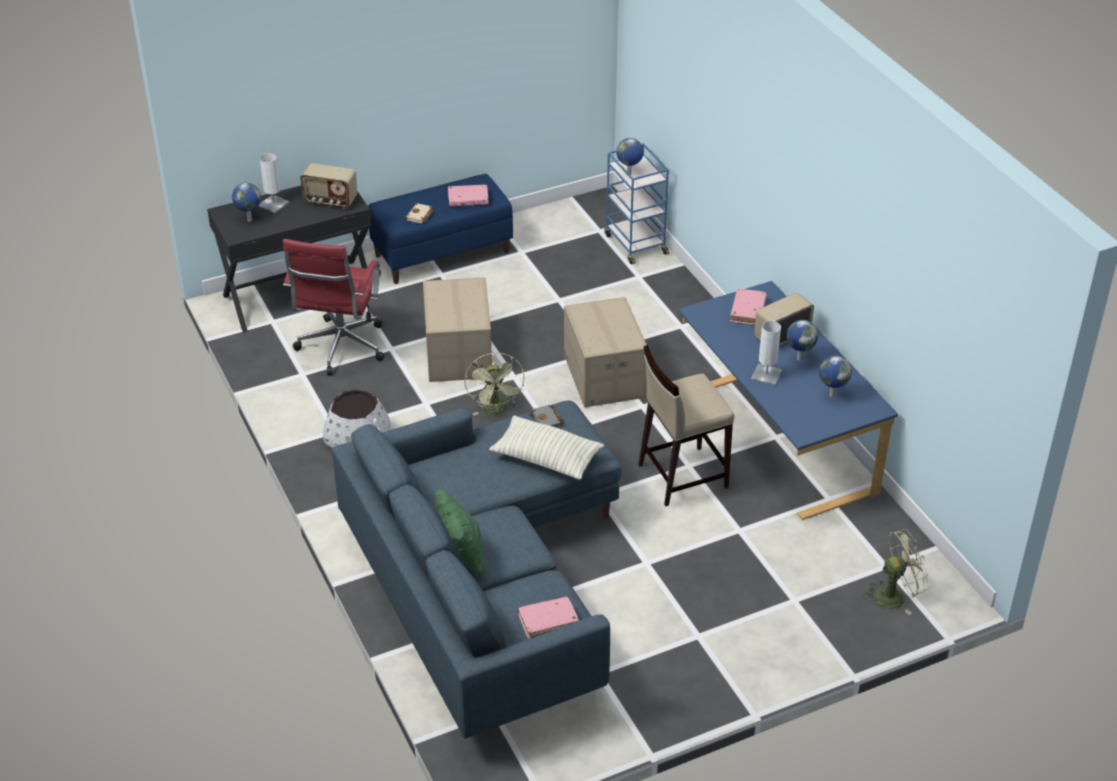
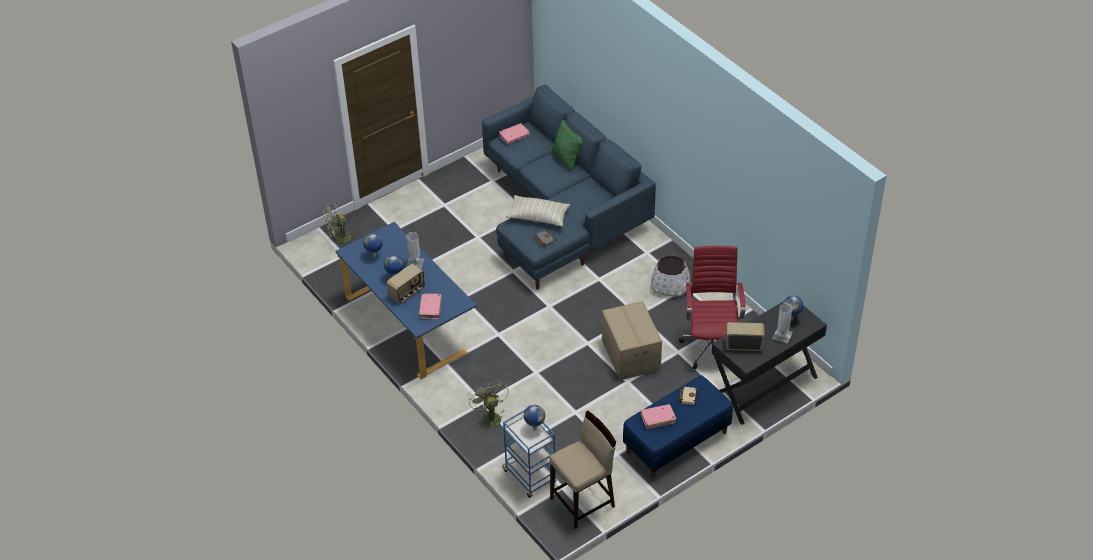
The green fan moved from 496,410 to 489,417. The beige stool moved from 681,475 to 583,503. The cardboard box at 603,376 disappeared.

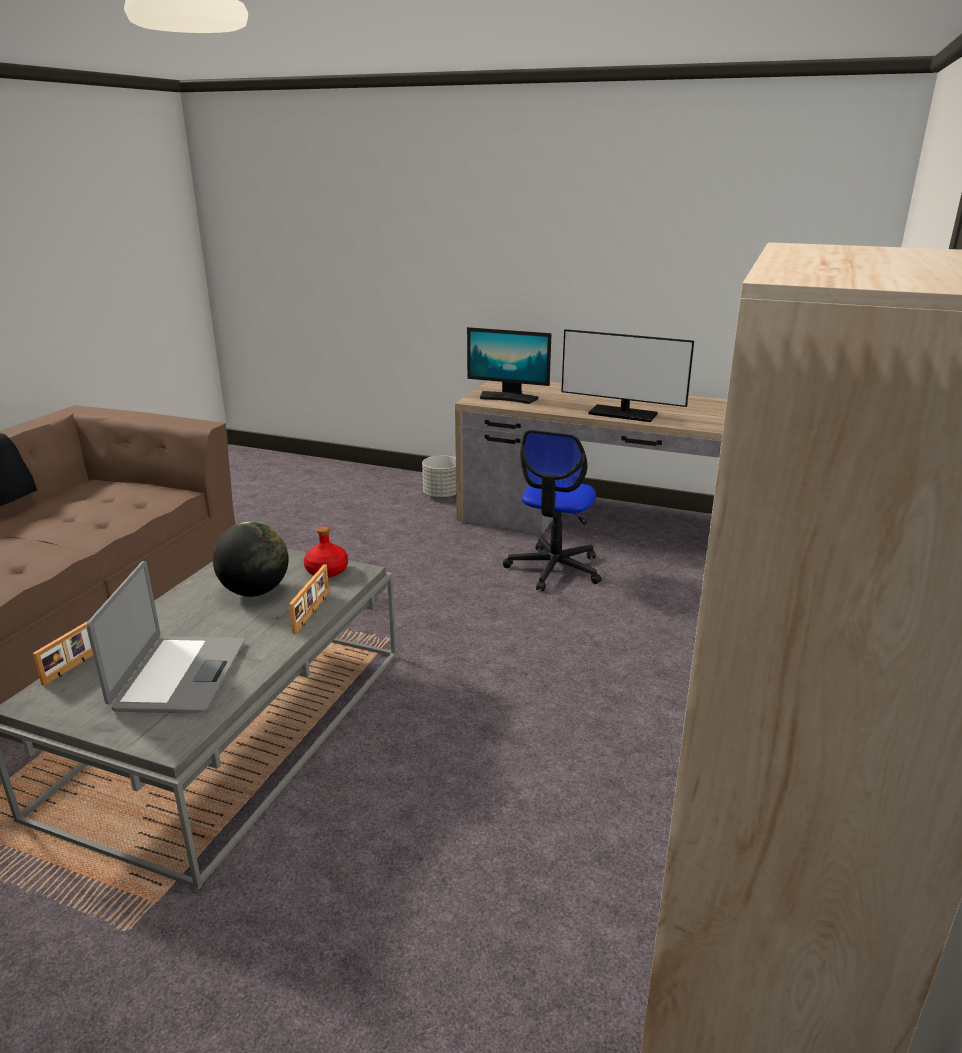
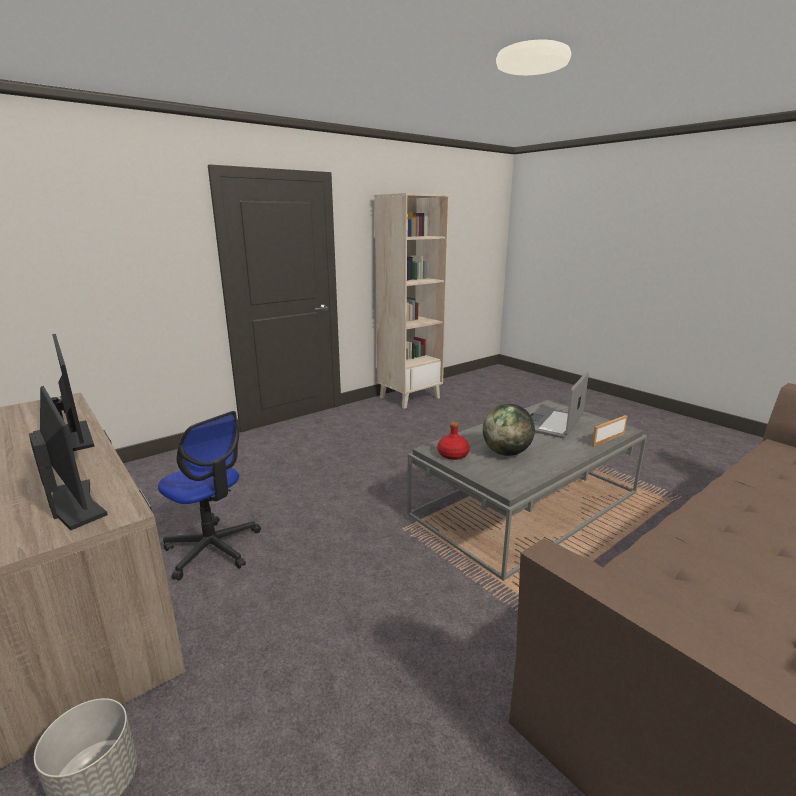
The office chair at 554,569 turned 75 degrees clockwise. The picture frame at 312,612 disappeared.

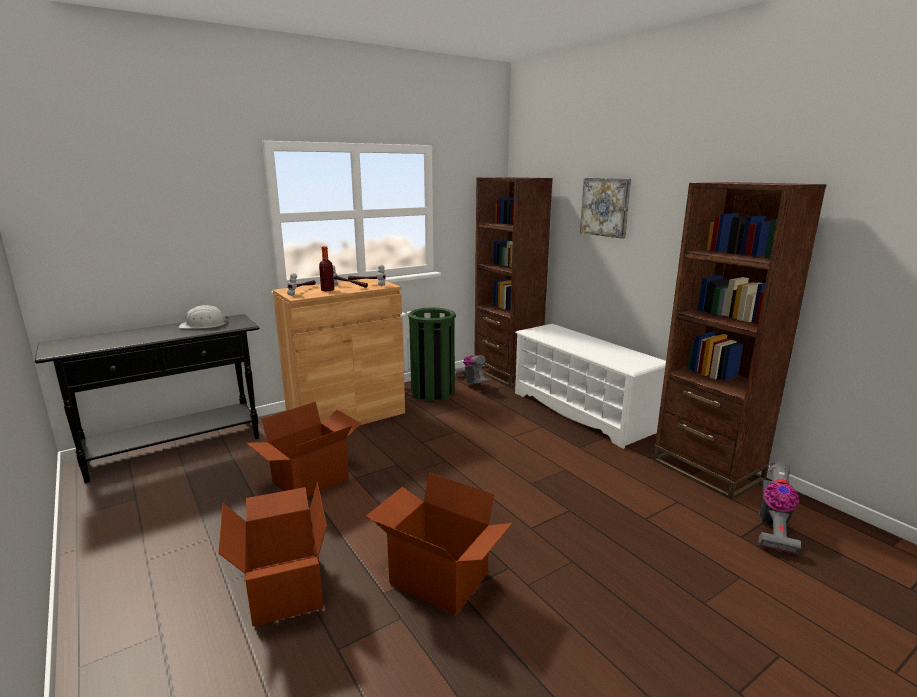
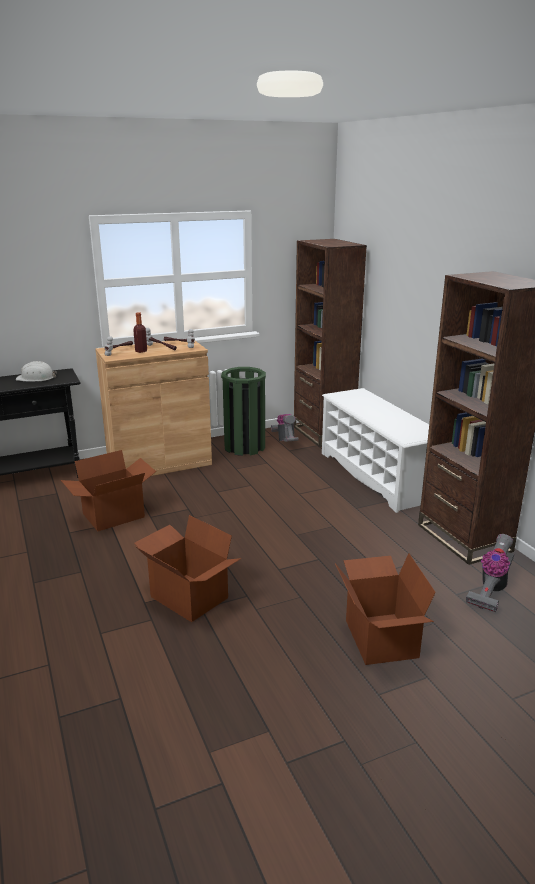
The cardboard box moved from 284,589 to 379,639. The picture at 605,207 disappeared.

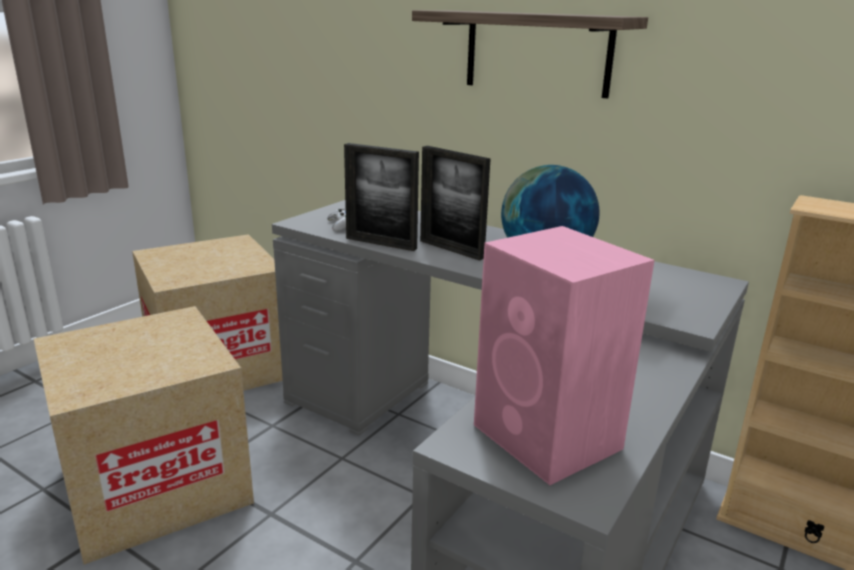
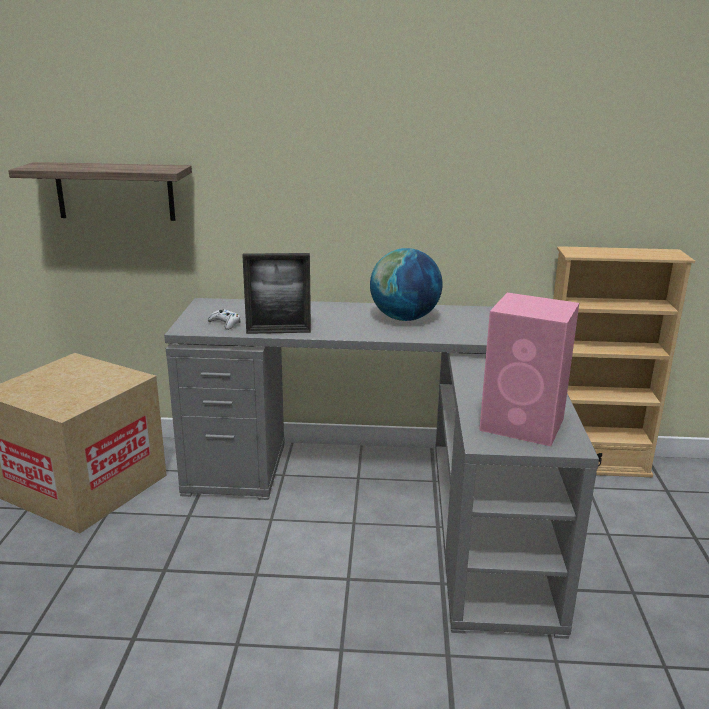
The shelf moved from 537,53 to 115,191. The cardboard box at 155,485 disappeared. The picture frame at 451,249 disappeared.

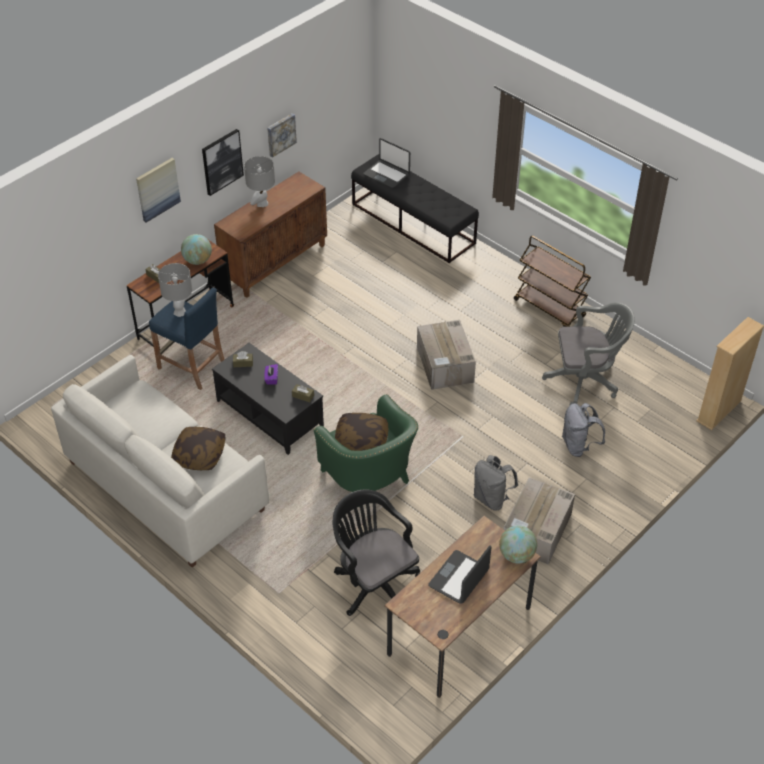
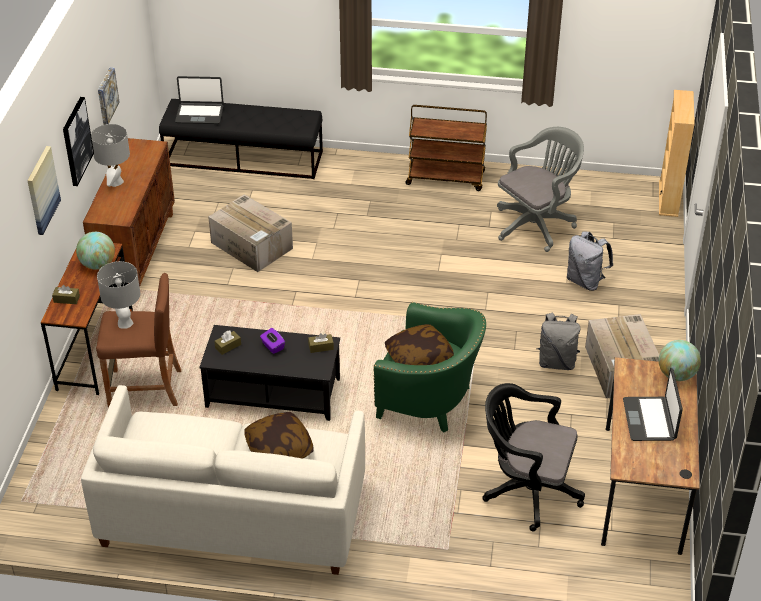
The blue stool at 192,367 became the brown stool at 145,388. The cardboard box moved from 445,365 to 252,246.

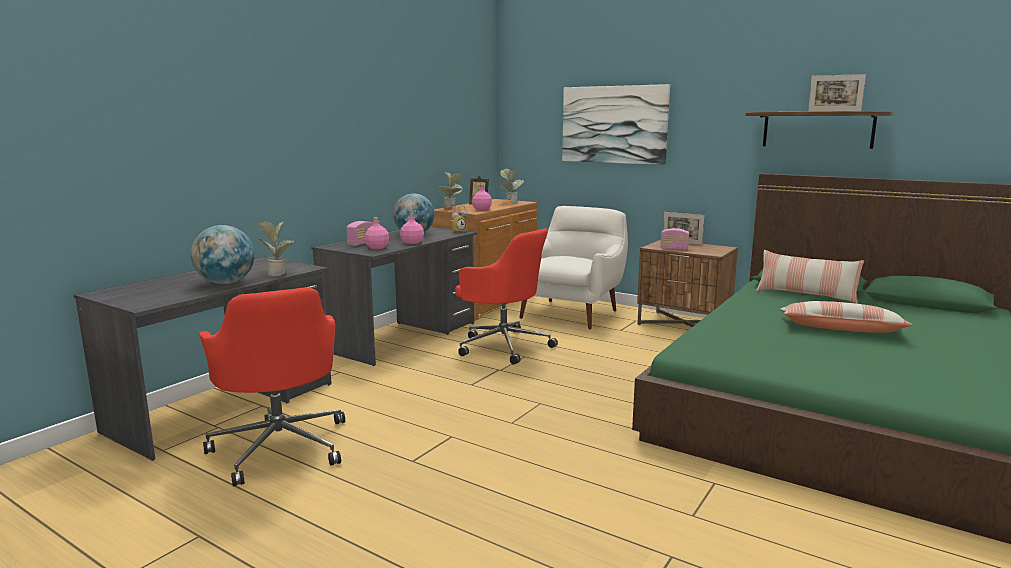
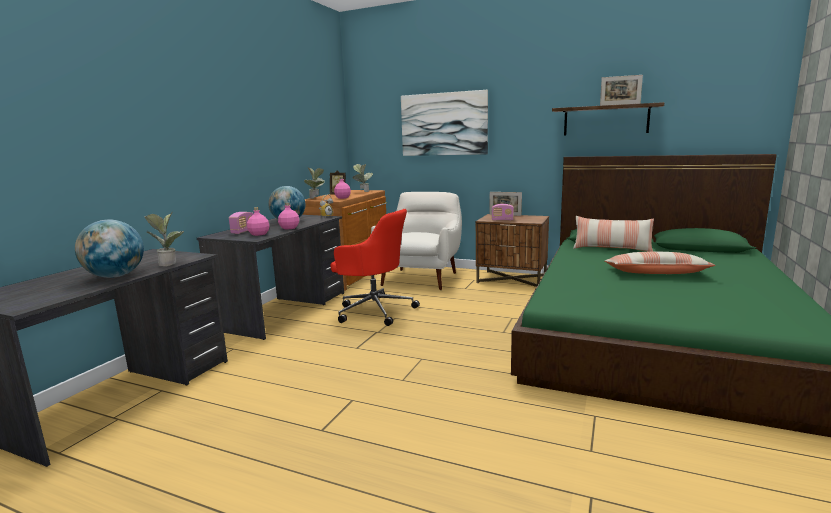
The red office chair at 281,446 disappeared.

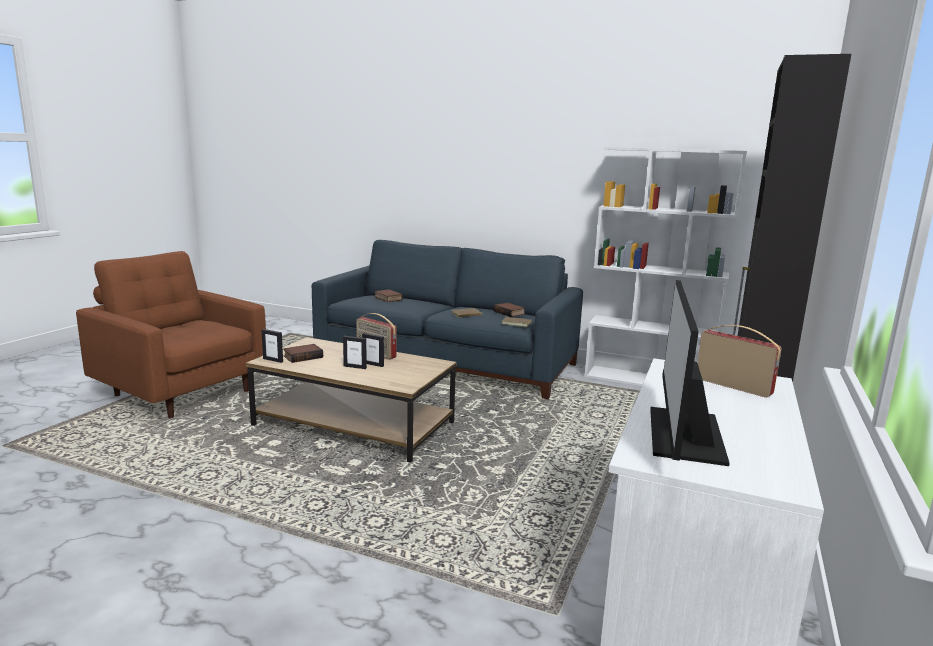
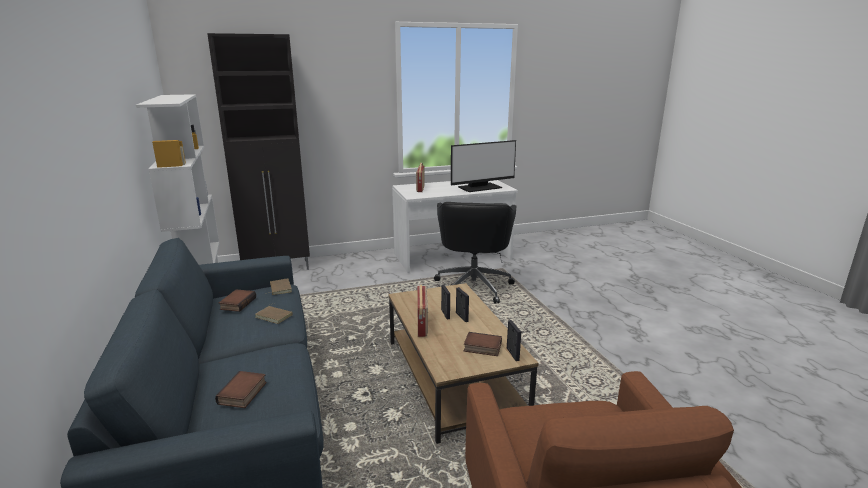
The black office chair at 473,285 appeared.

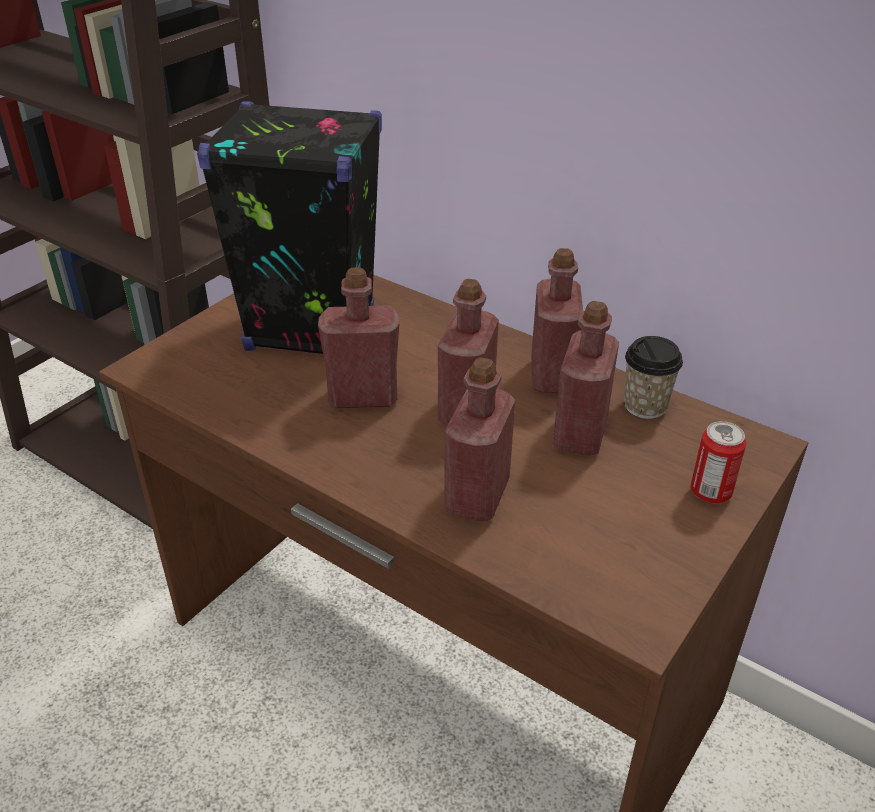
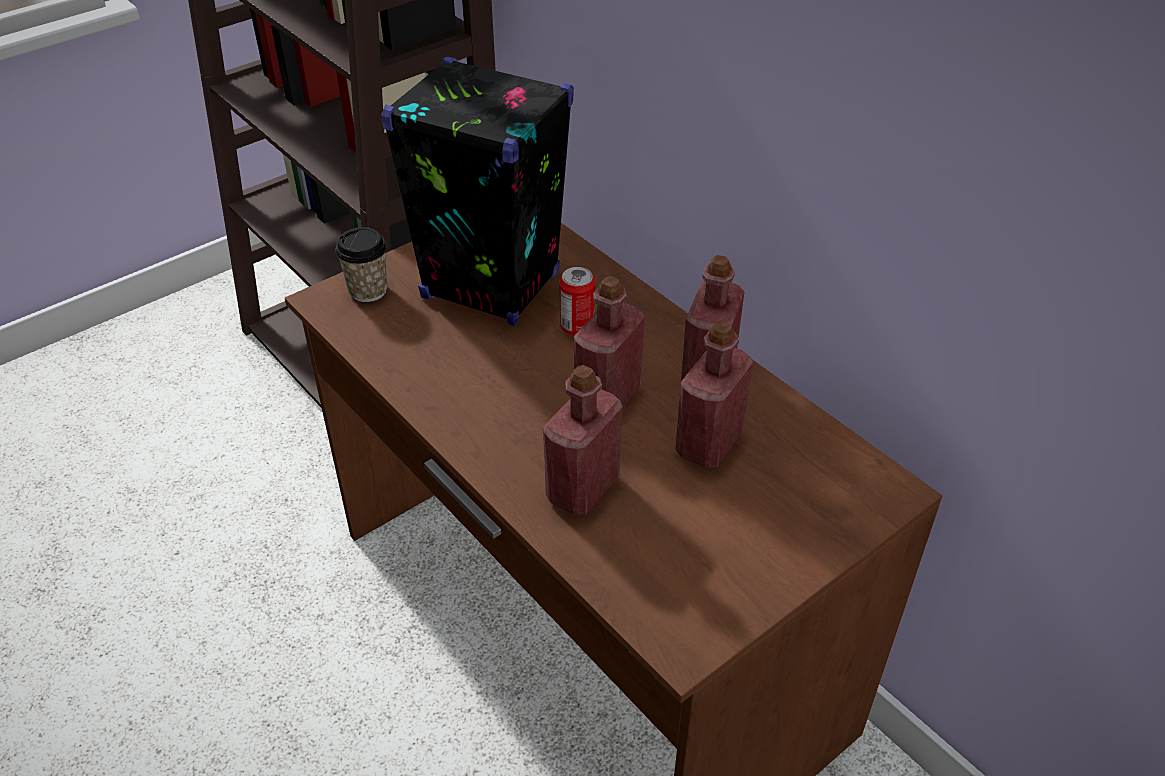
The cup moved from 645,406 to 368,290. The can moved from 710,492 to 577,328. The red bottle at 363,397 disappeared.

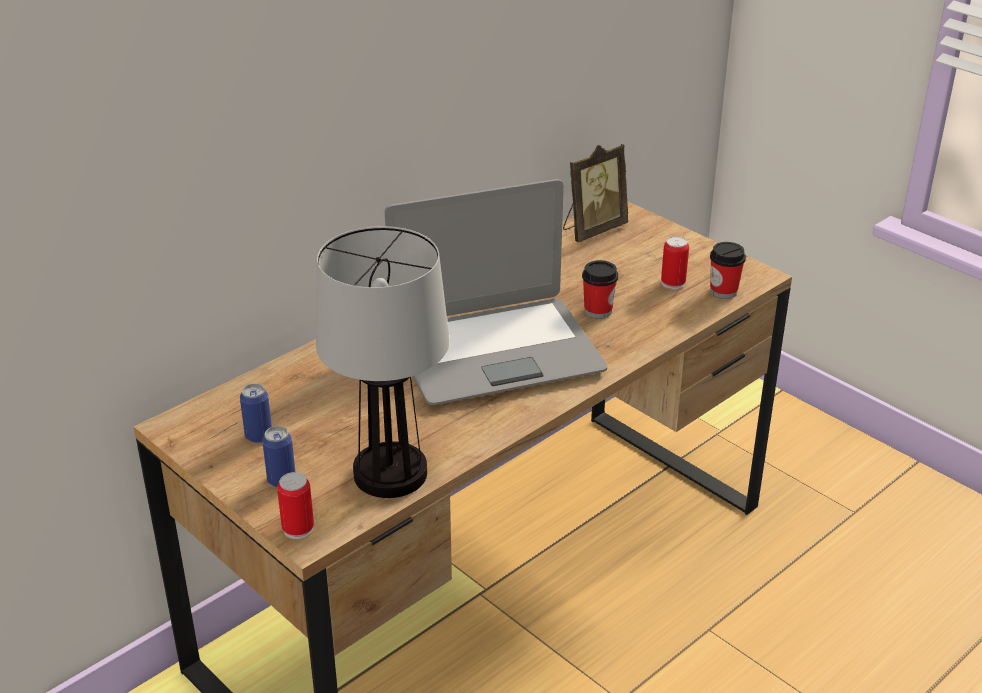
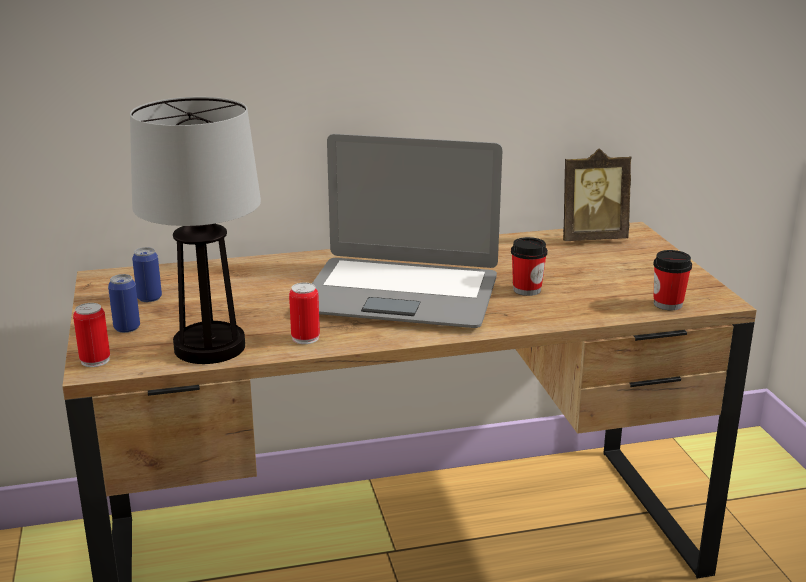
The can moved from 673,283 to 305,338.

